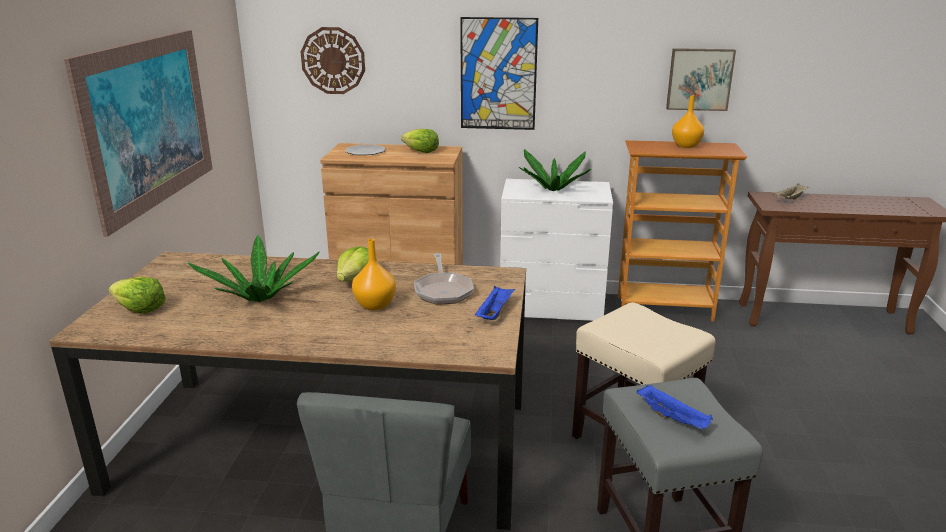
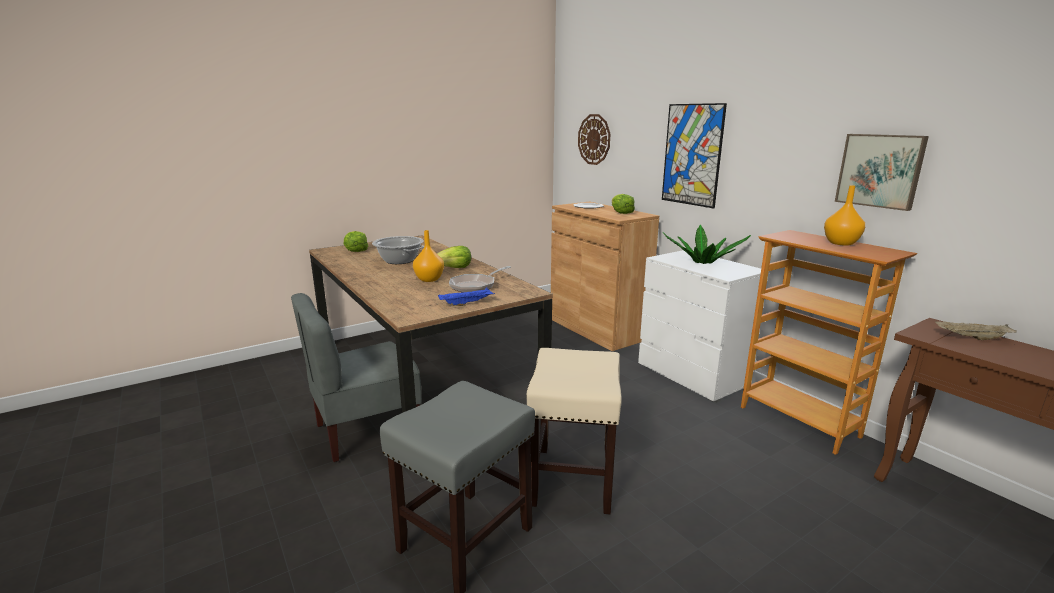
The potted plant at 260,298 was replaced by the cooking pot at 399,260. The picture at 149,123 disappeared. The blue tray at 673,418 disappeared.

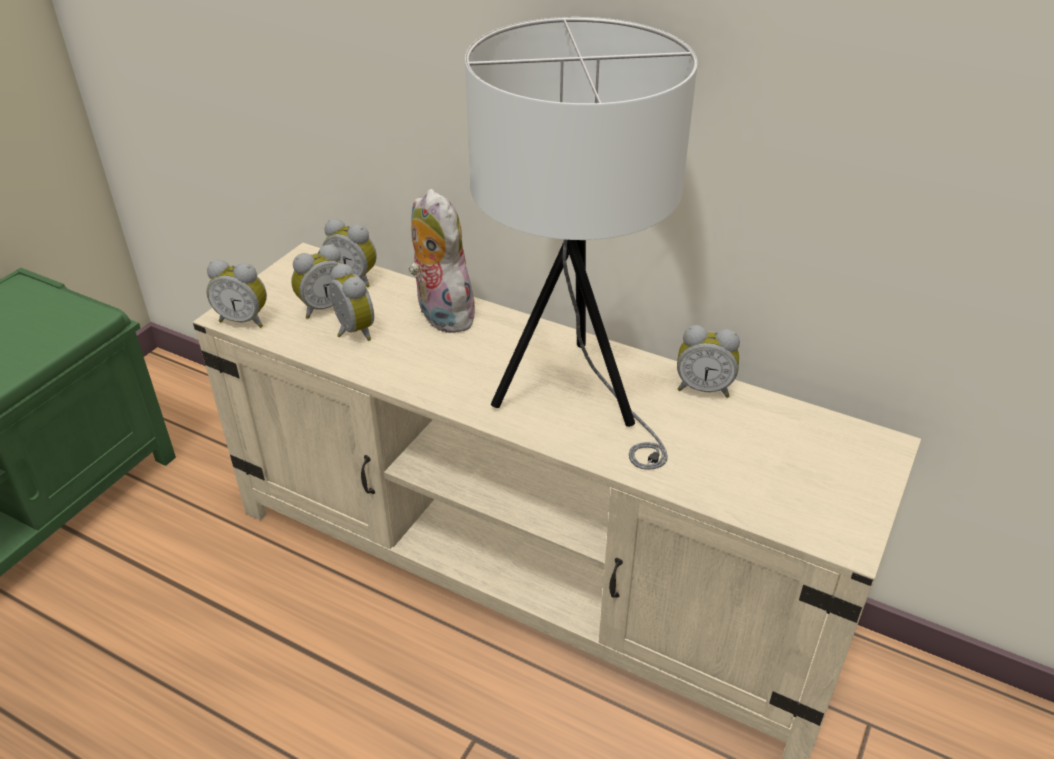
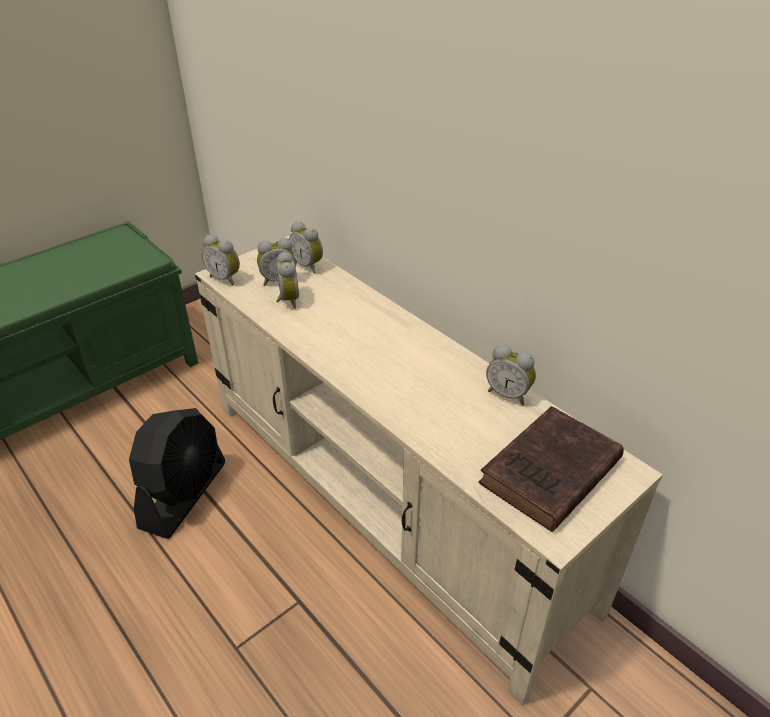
The black fan at 184,494 appeared. The brown book at 548,474 appeared. The plush toy at 440,315 disappeared. The white table lamp at 574,398 disappeared.

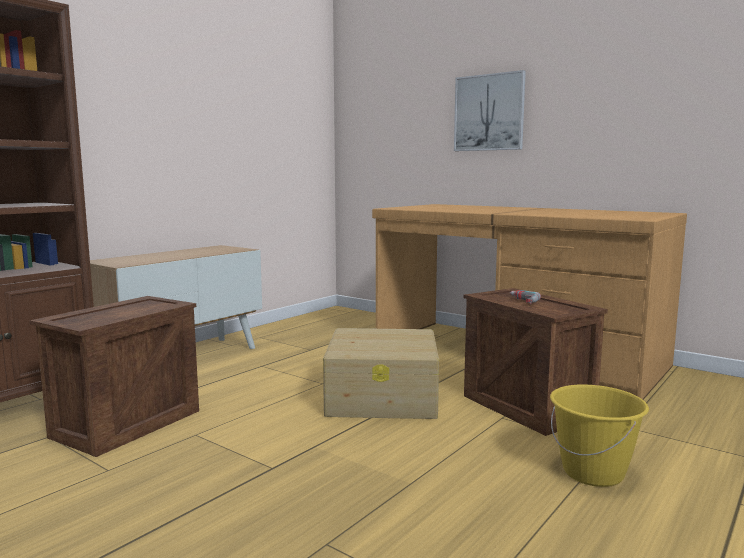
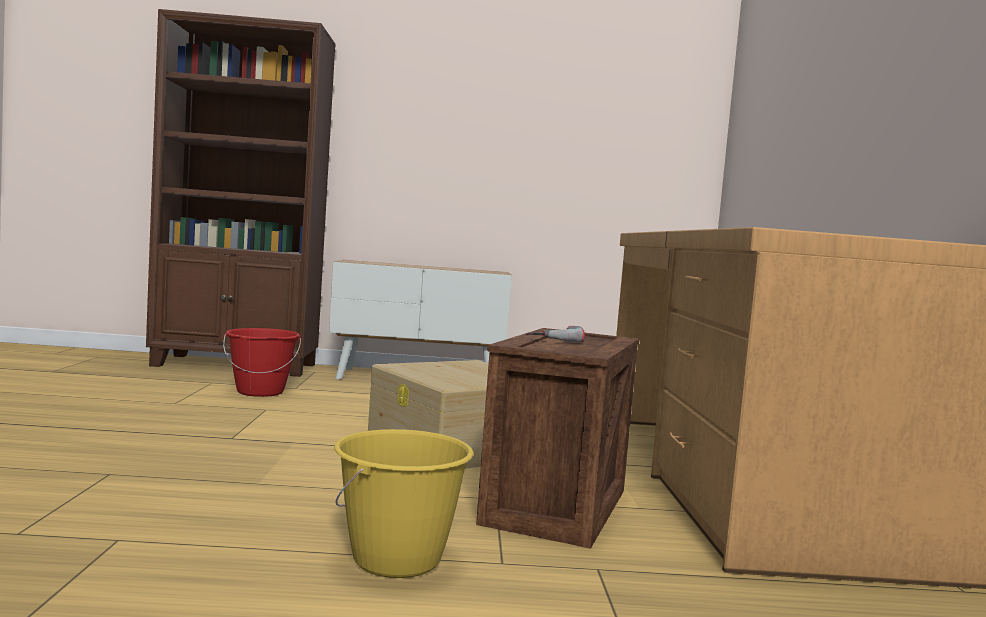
The crate at 127,423 was replaced by the red bucket at 260,392. The picture at 489,112 disappeared.

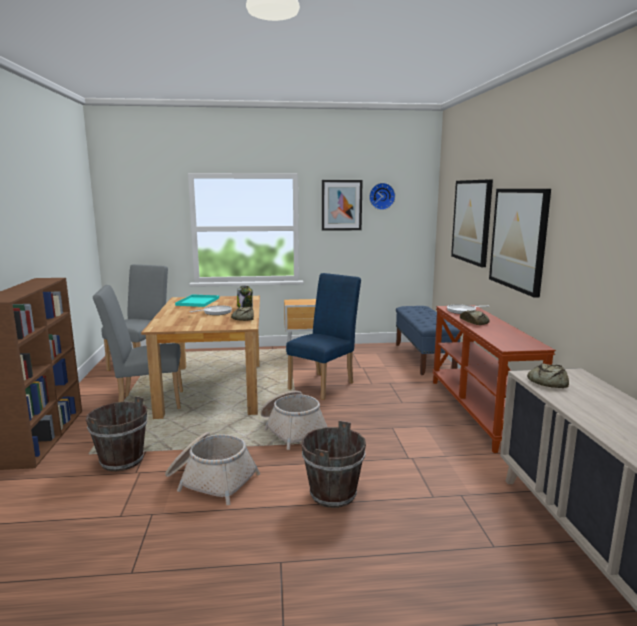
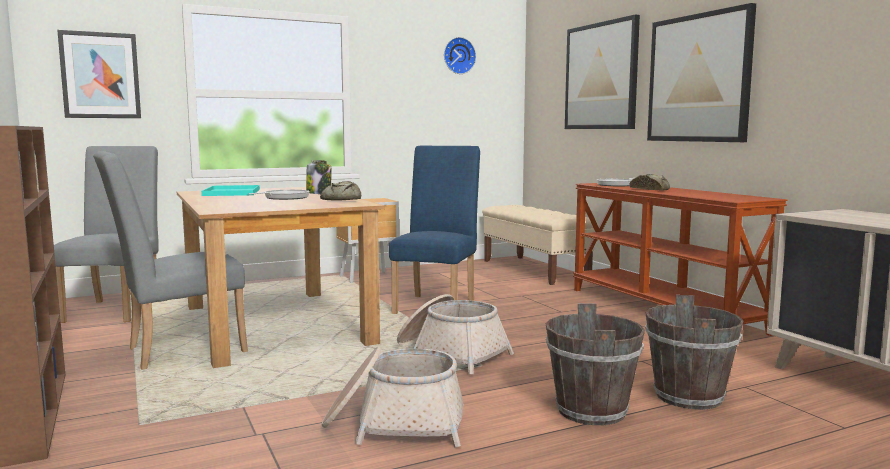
The picture moved from 341,205 to 100,75. The blue bench at 424,358 became the beige bench at 534,270. The brown bucket moved from 122,460 to 688,396. The bread at 547,382 disappeared.

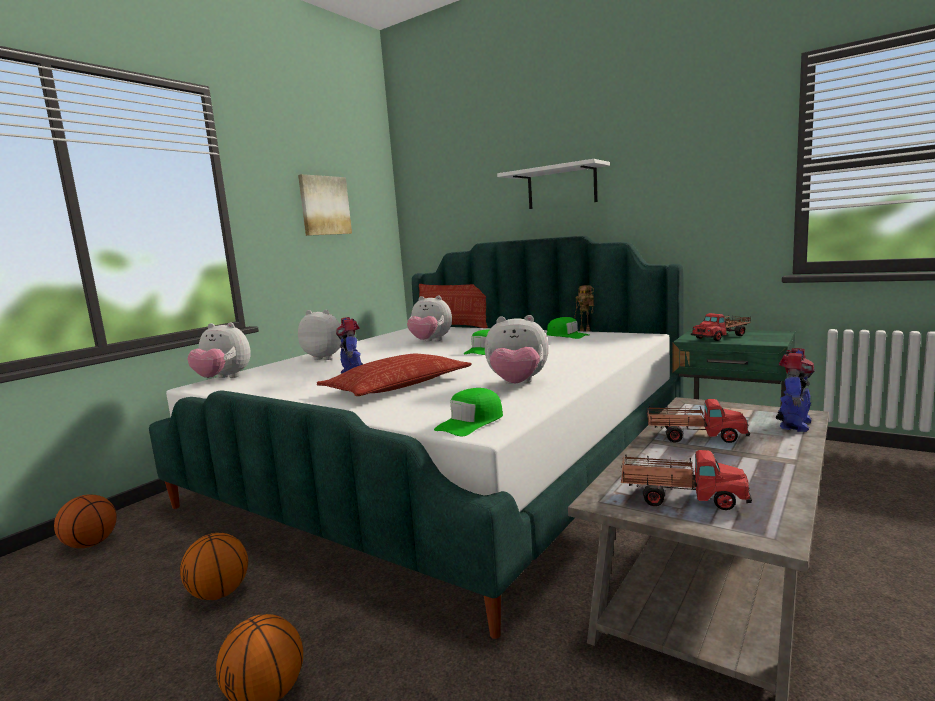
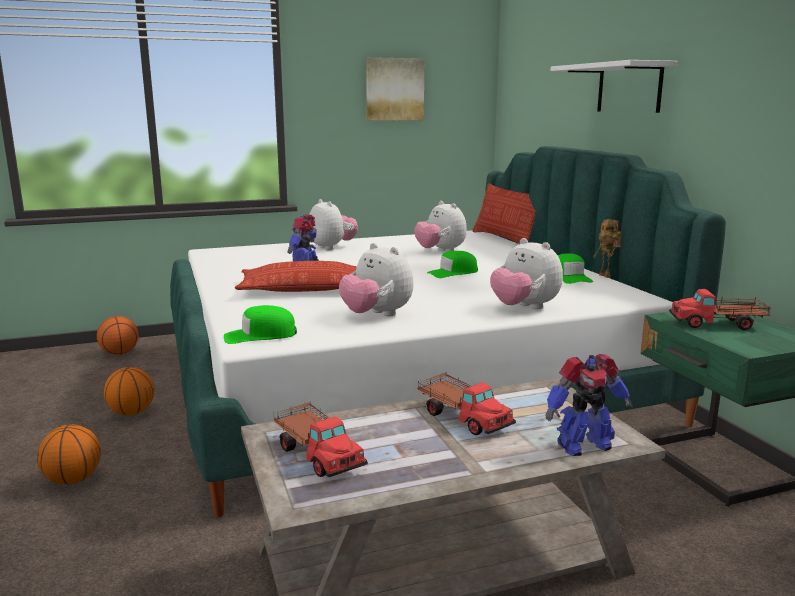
The plush toy moved from 223,379 to 524,308.

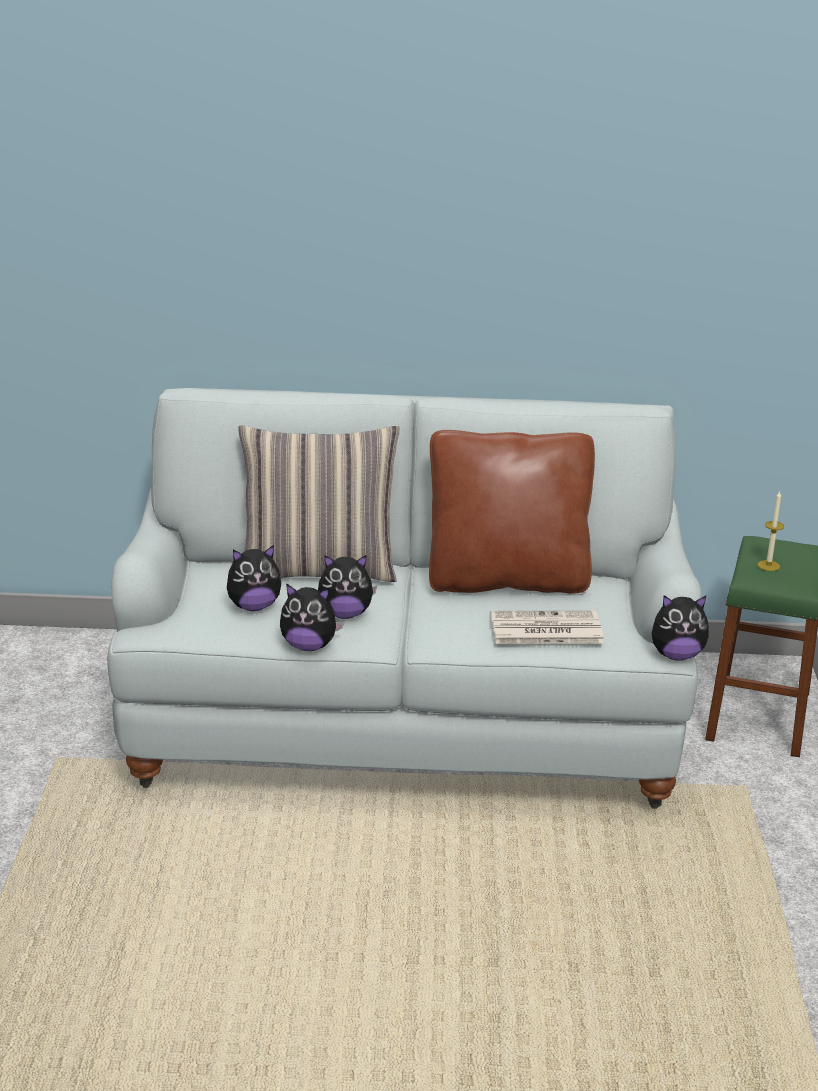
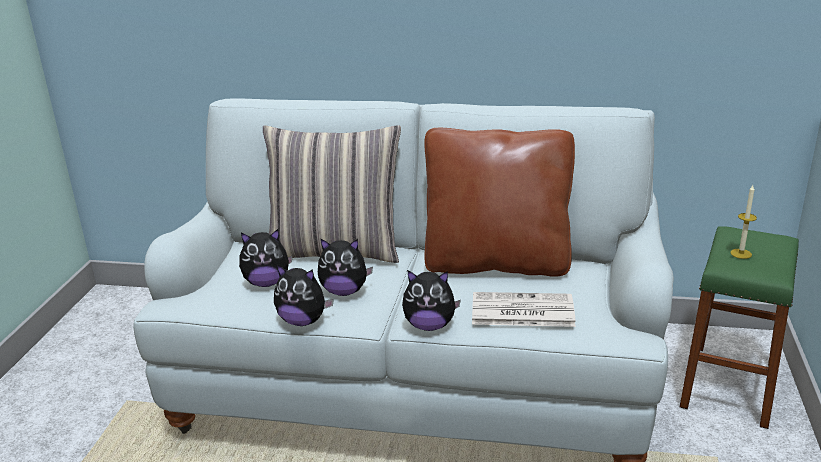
The plush toy moved from 676,655 to 429,325.

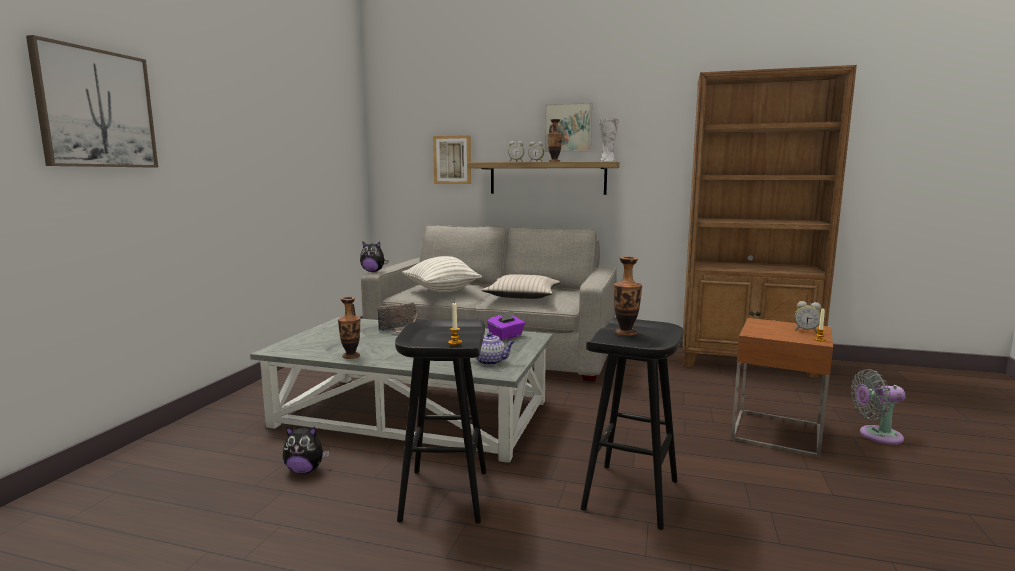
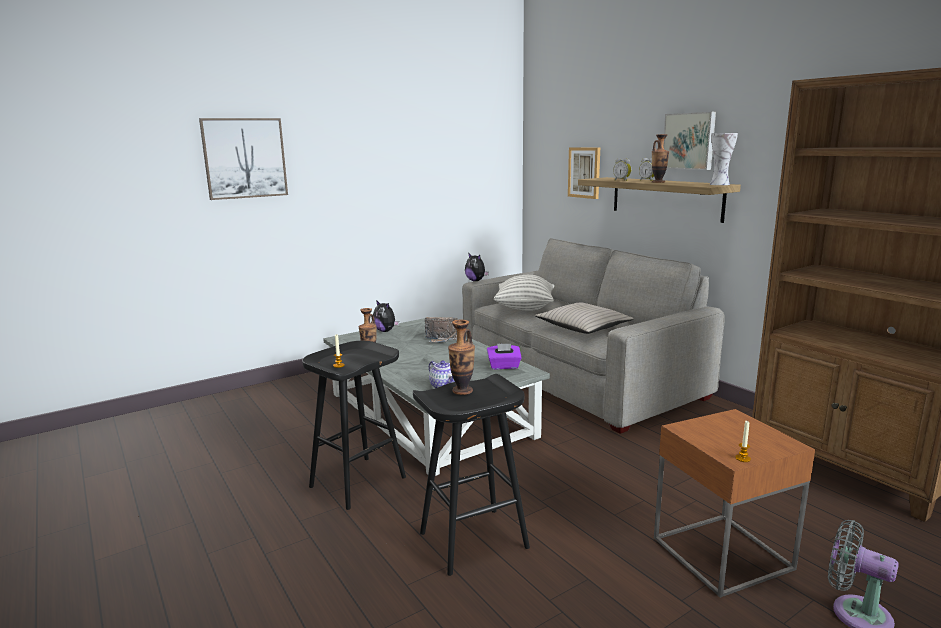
The plush toy moved from 305,470 to 385,331. The alarm clock at 806,331 disappeared.

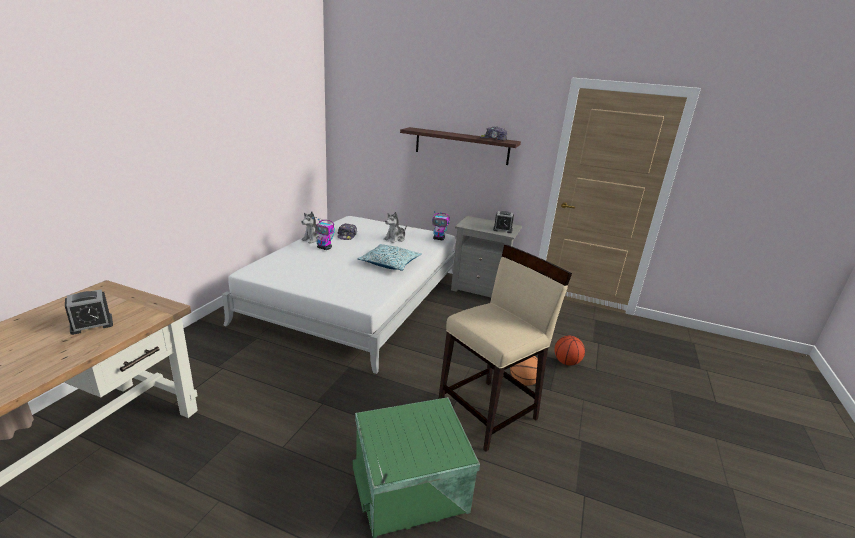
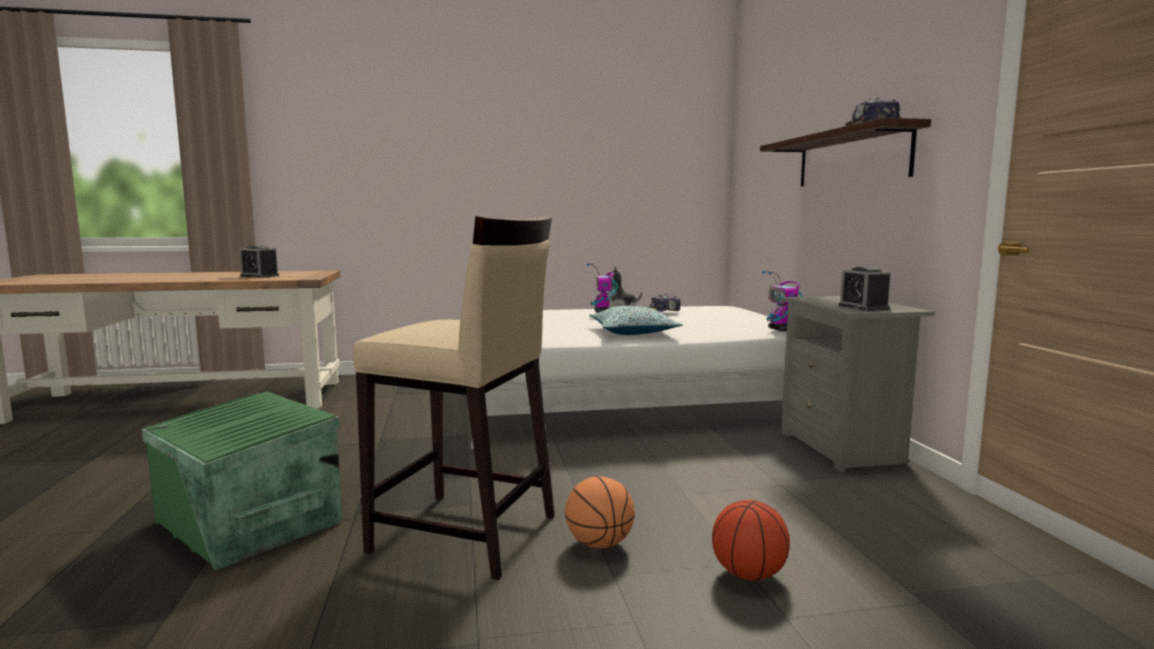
The plush toy at 395,239 disappeared.

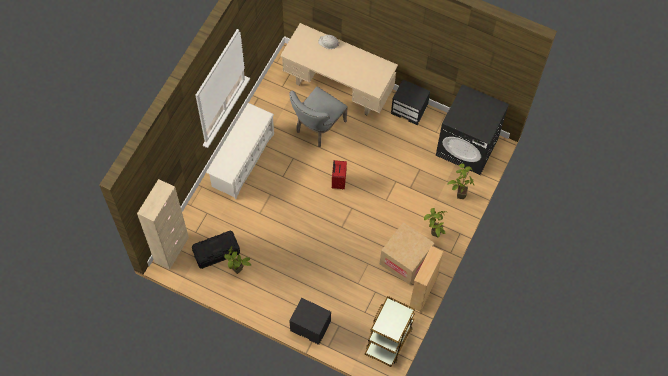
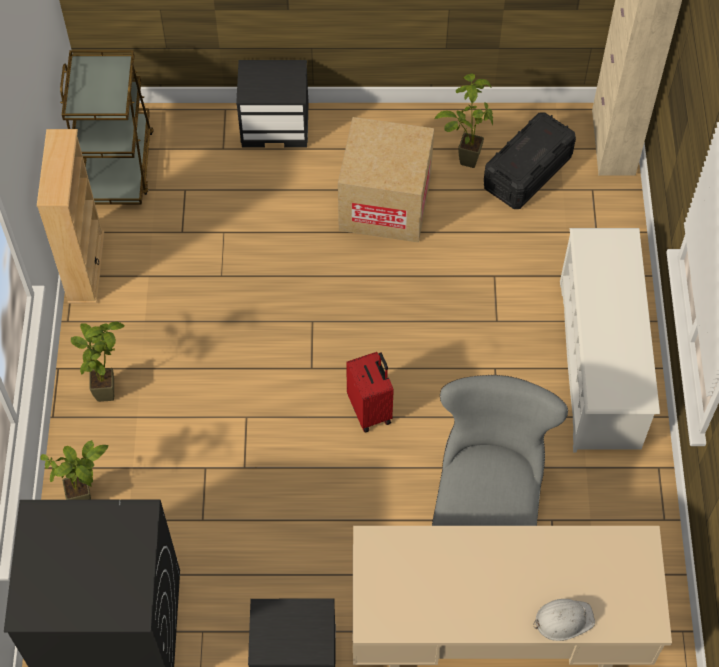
The cardboard box moved from 405,260 to 385,203.

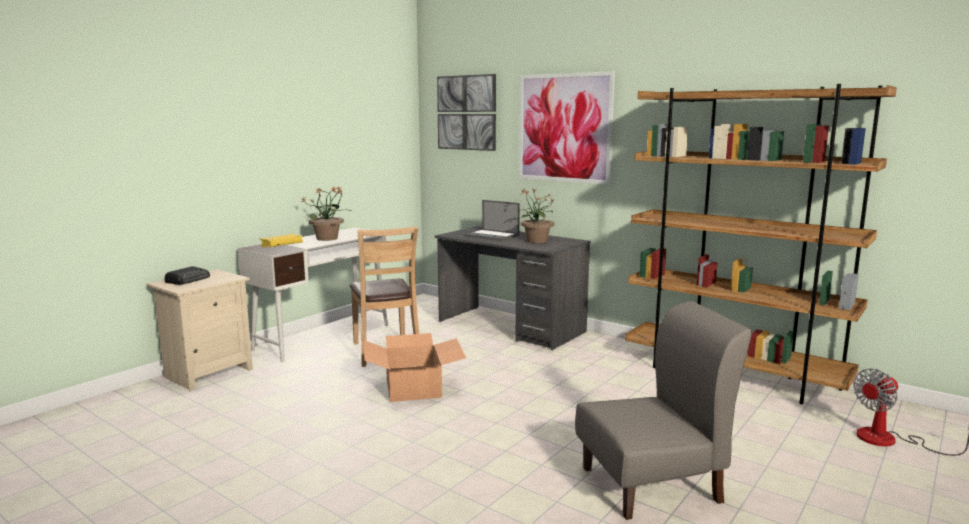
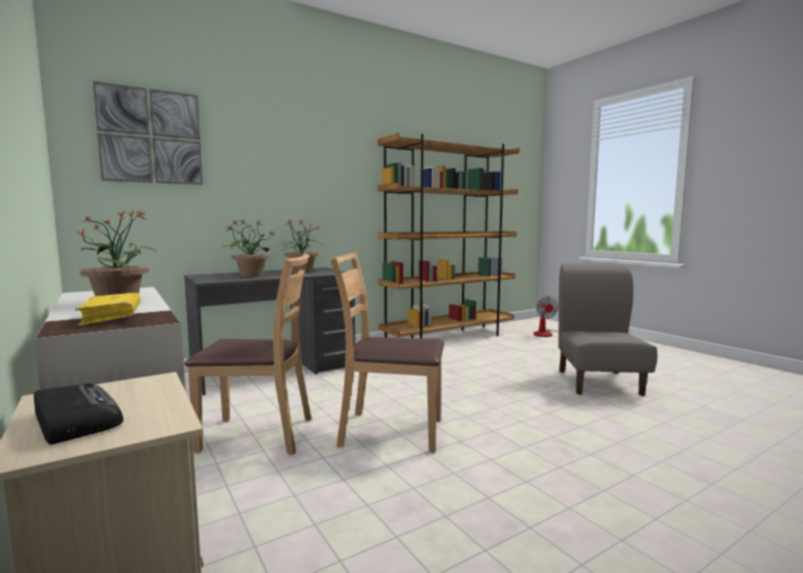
The laptop at 492,236 was replaced by the potted plant at 250,275. The cardboard box at 414,387 was replaced by the brown chair at 389,431. The picture at 564,128 disappeared.

